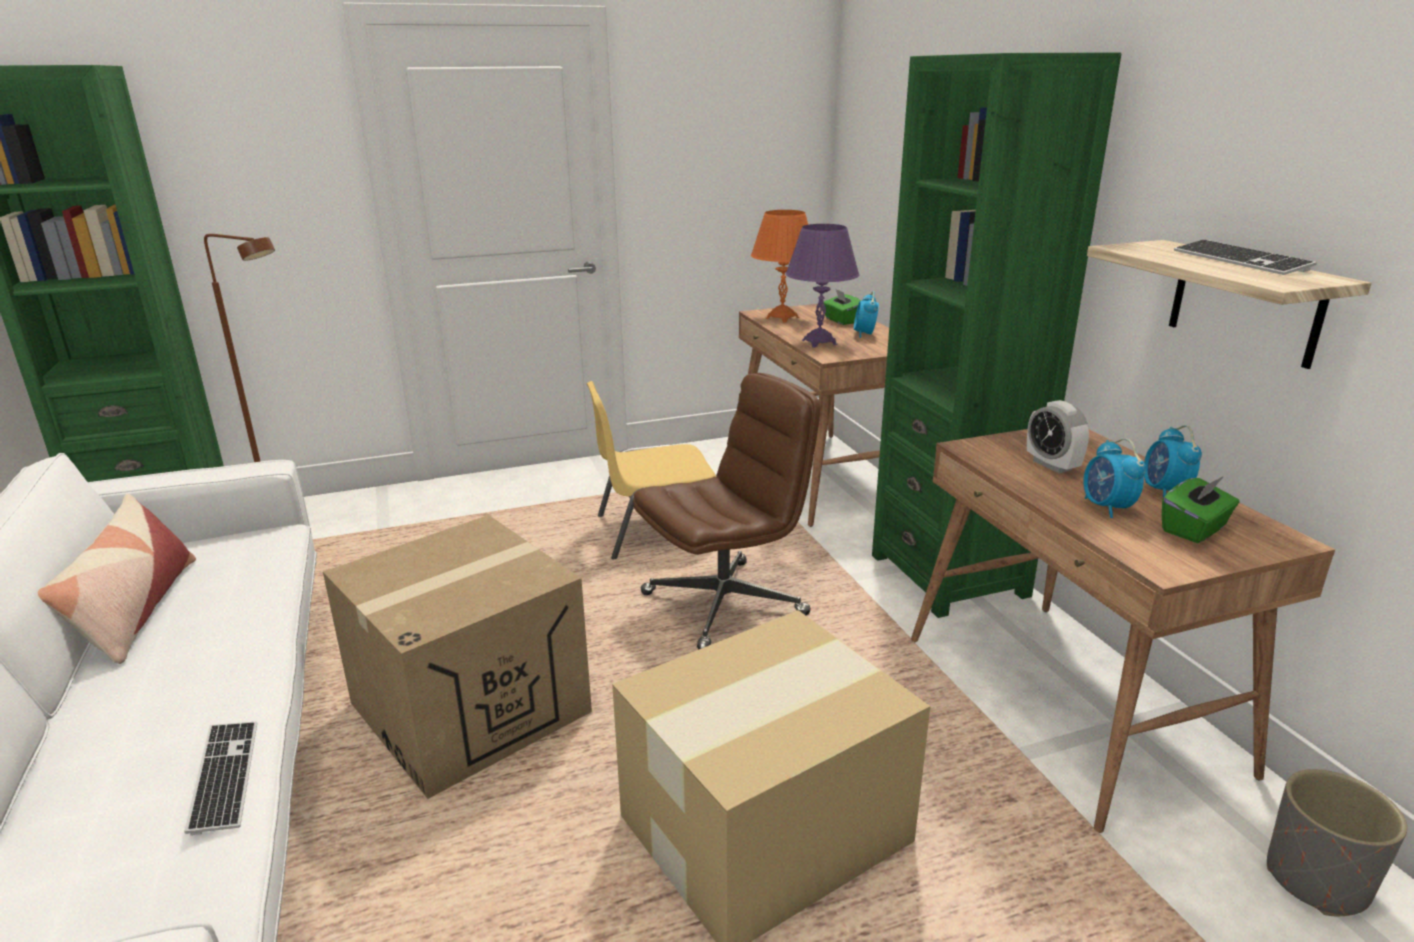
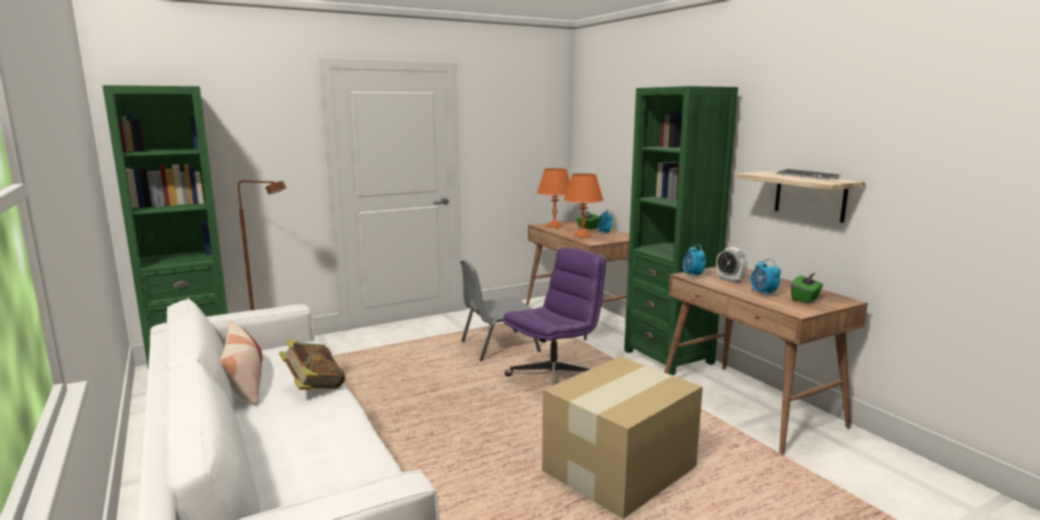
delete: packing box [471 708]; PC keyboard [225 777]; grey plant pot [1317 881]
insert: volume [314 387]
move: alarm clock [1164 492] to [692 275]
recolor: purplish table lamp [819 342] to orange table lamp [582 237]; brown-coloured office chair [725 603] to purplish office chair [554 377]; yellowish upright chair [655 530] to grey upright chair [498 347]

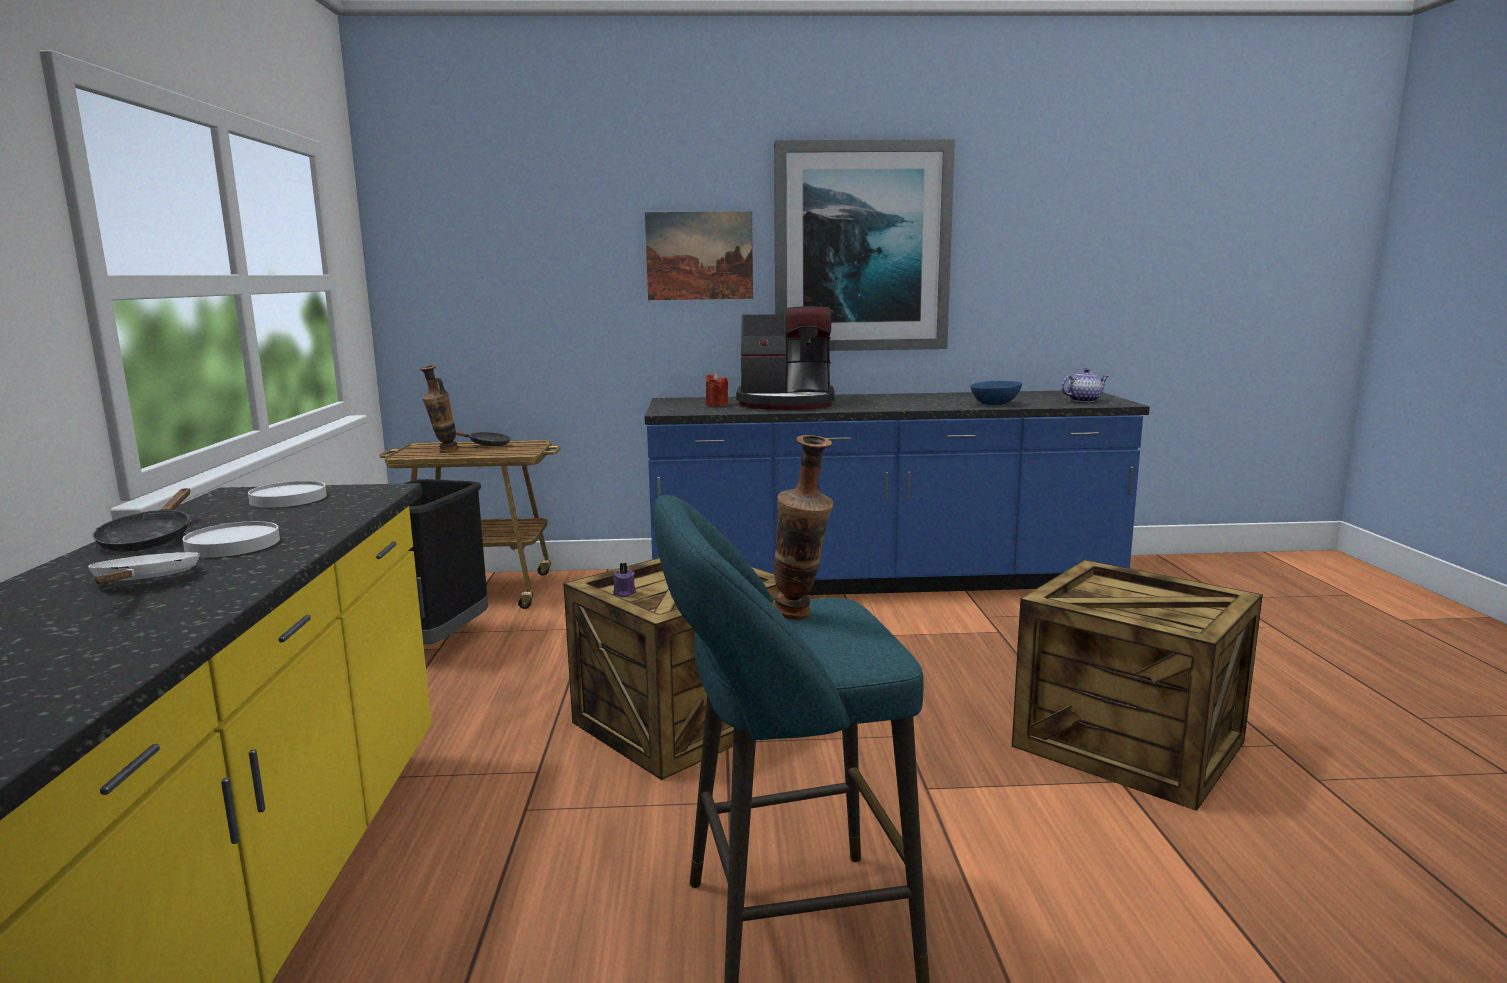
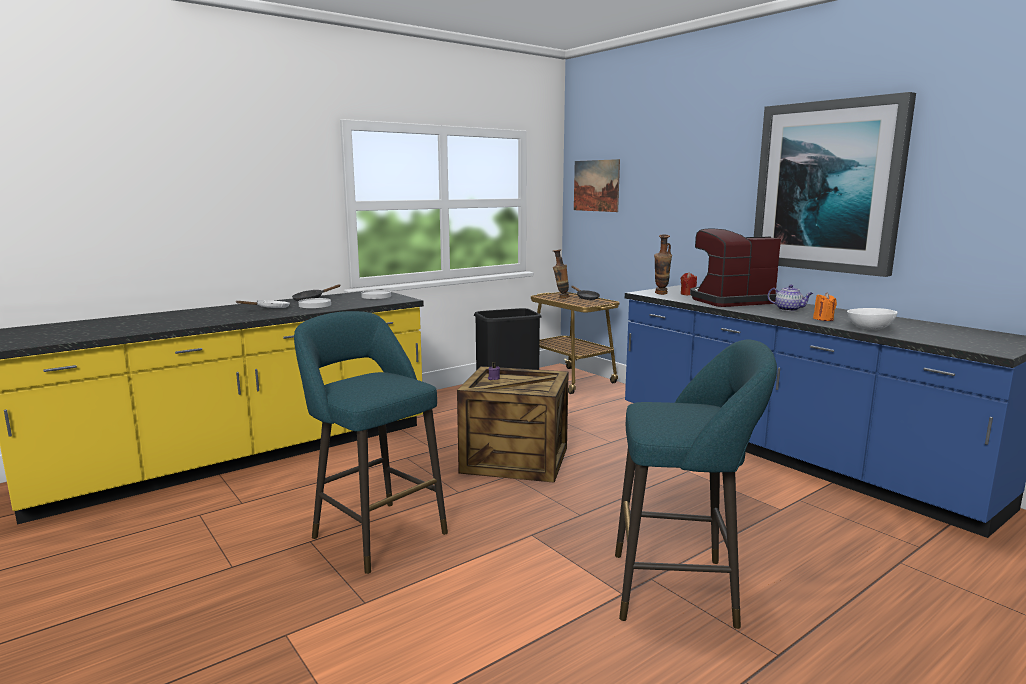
insert: orange wax candle [823 319]
move: picture [699 256] to [596 185]; teapot [1084 400] to [789 309]; vase [801 617] to [661 294]
replace: shipping crate [1130 743] to turquoise-coloured sitting stool [681 589]
recolor: blue-coloured serving bowl [995 404] to white serving bowl [870 328]
rotate: coffee machine [787 403] = [729 300] 105 degrees clockwise

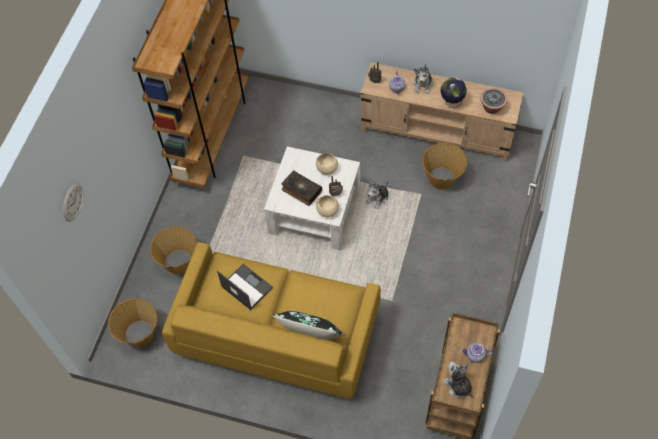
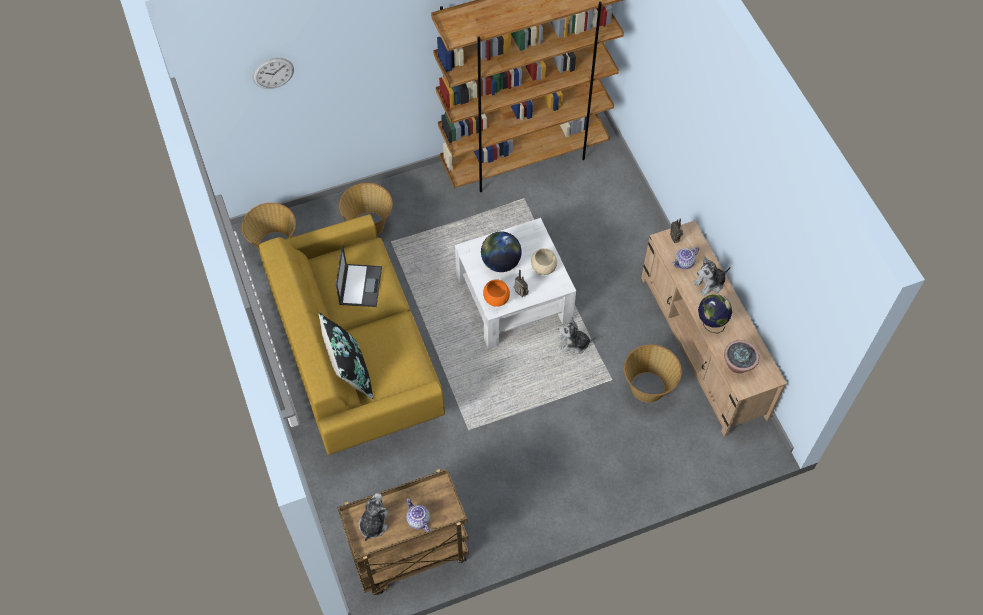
replace: volume [301 190] to desk globe [500 262]
recolor: beige-coloured serving bowl [327 211] to orange serving bowl [496 298]

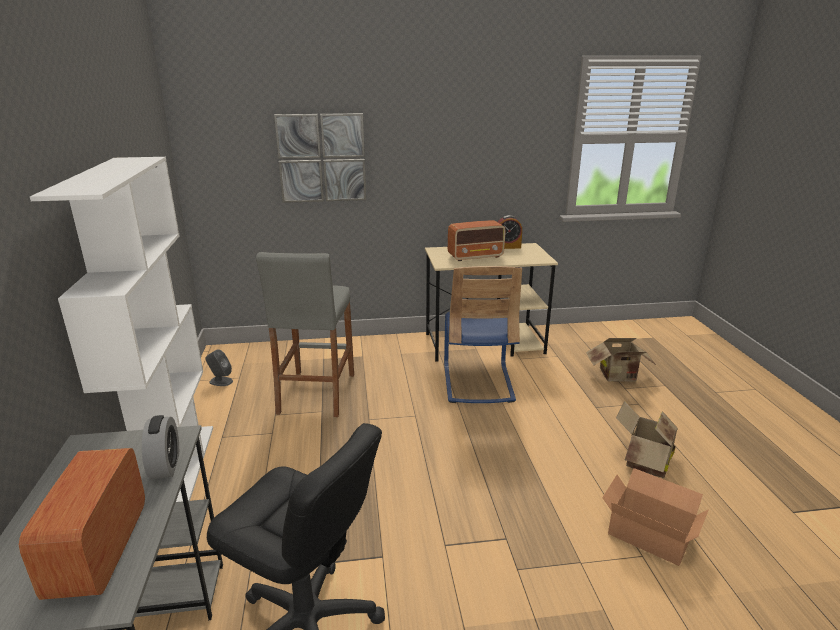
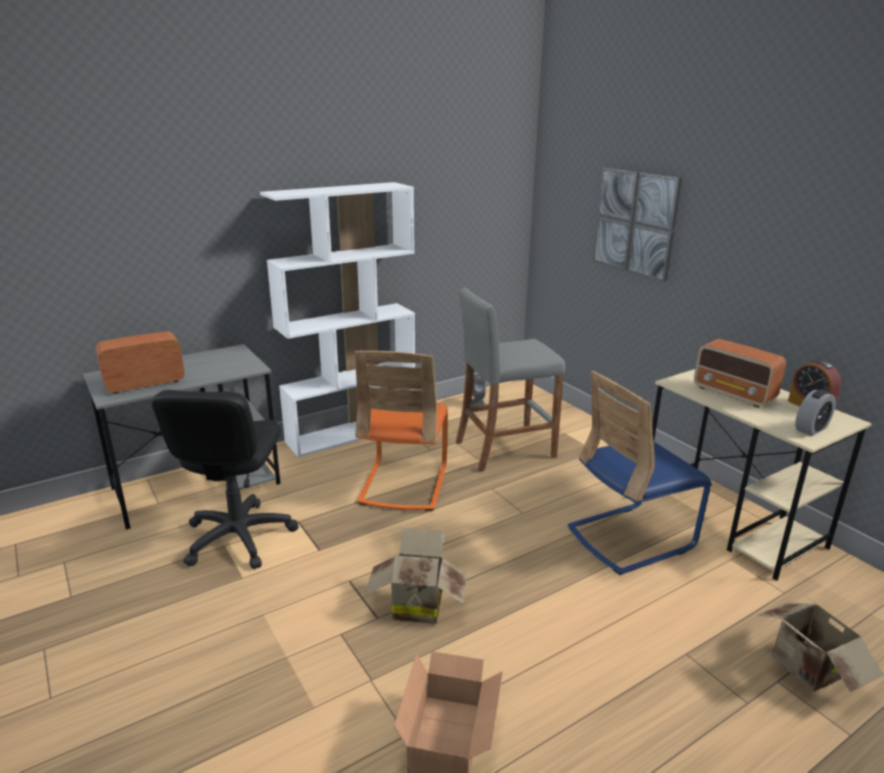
insert: orange upright chair [403 484]
move: packing box [643 463] to [416 604]; alarm clock [165 466] to [811 429]

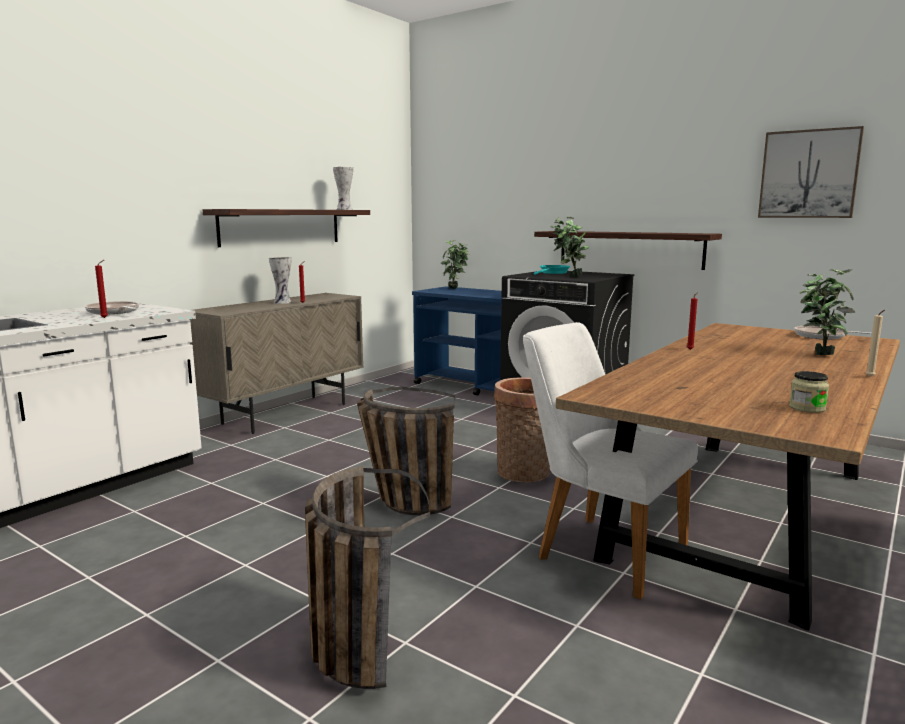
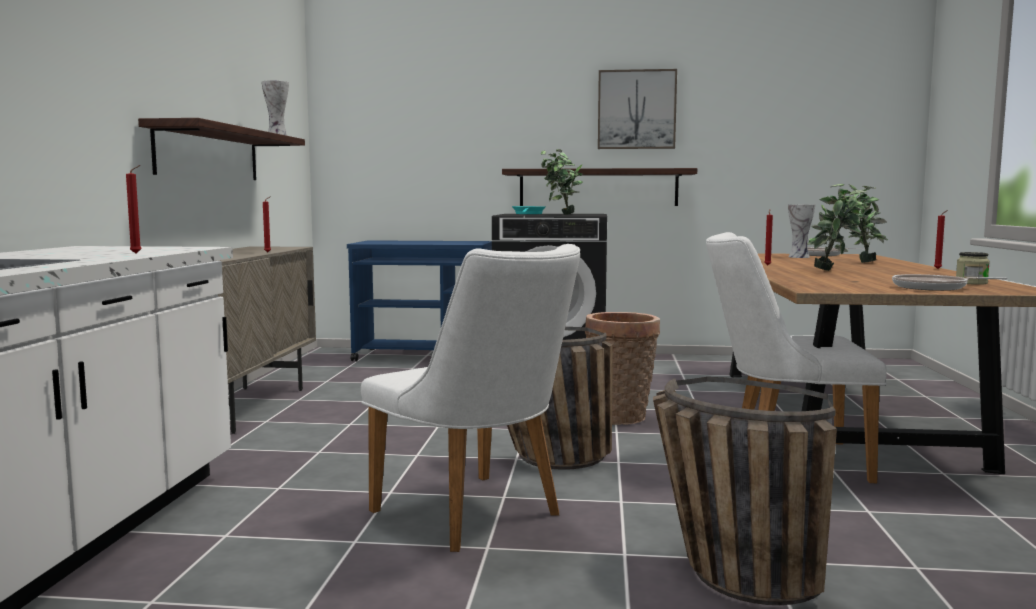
insert: white upright chair [478 517]
move: picture [809 174] to [636 109]; houseplant [455 289] to [834 270]; vase [283 302] to [799 257]; pan [114 312] to [934 288]
recolor: beige-coloured wax candle [870 377] to red wax candle [938 269]

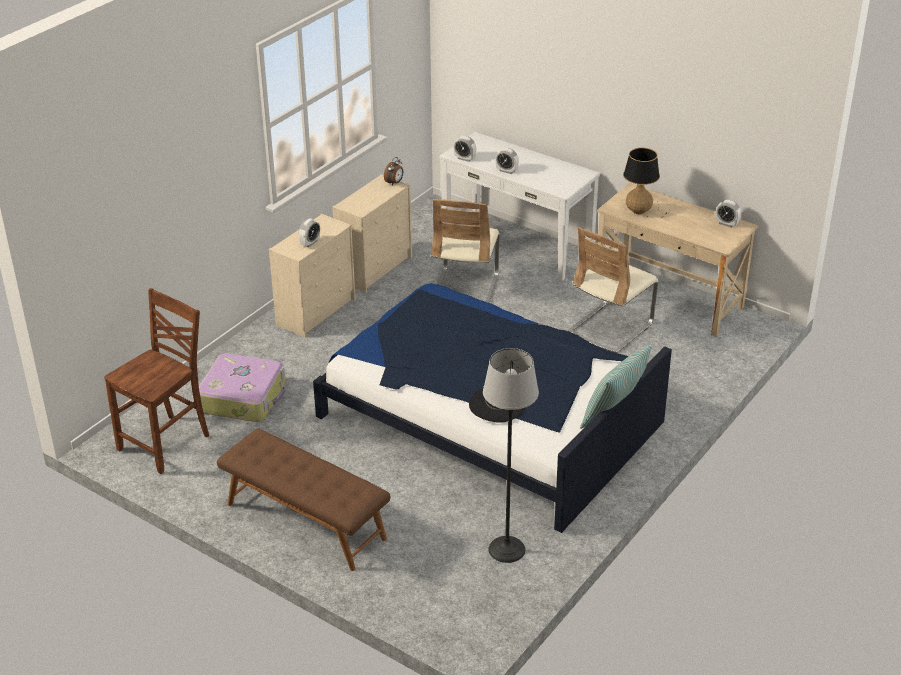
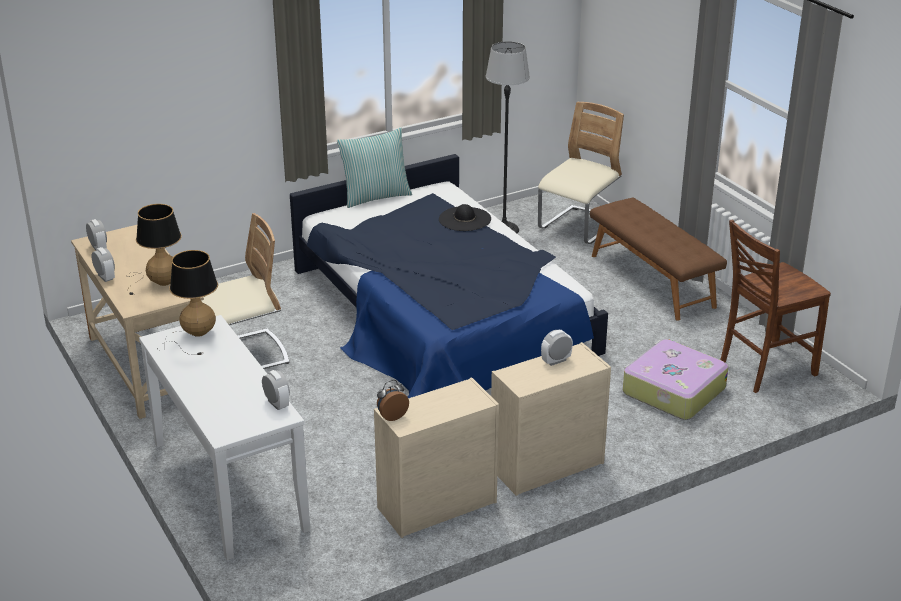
insert: table lamp [194 335]
move: alarm clock [506 171] to [105 277]; beige-coloured upright chair [465 289] to [579 227]

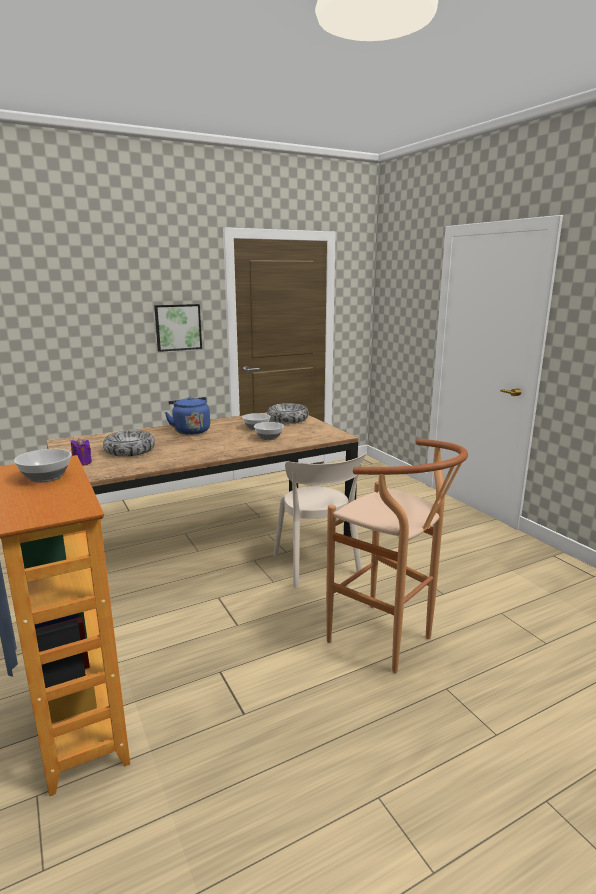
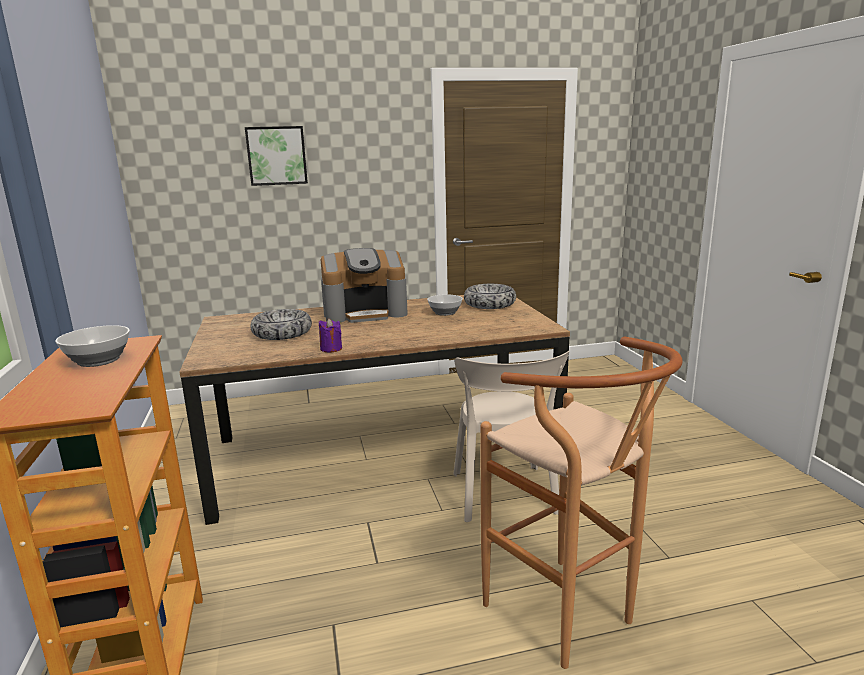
delete: serving bowl [269 437]
move: picture [178 327] to [276 155]; purplish wax candle [82 463] to [331 349]
replace: blue-coloured tea kettle [190 430] to coffee machine [365 313]

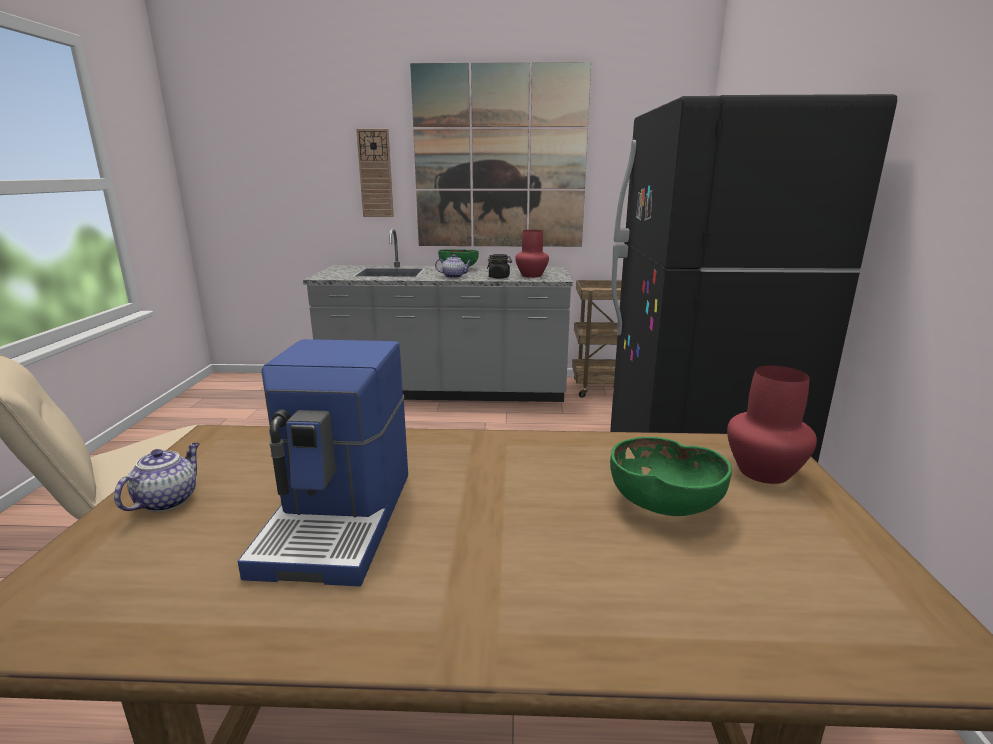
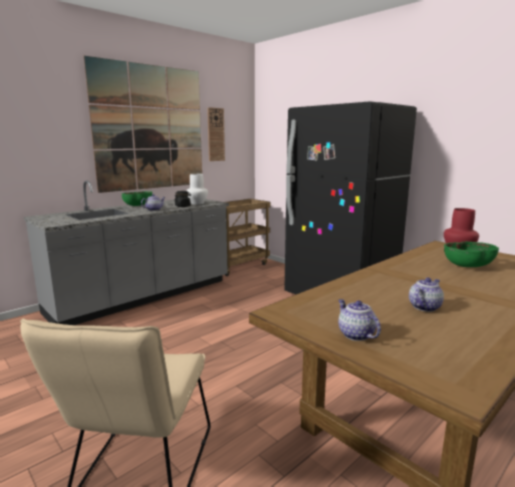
move: wall clock [375 173] to [215 134]
replace: coffee machine [340 519] to teapot [424 307]
recolor: red vase [531 275] to white vase [197 203]

